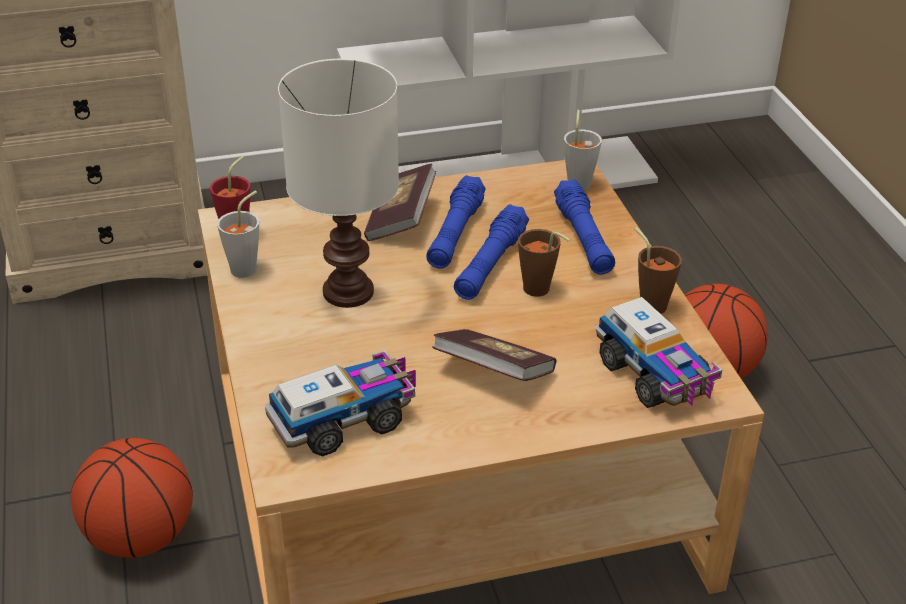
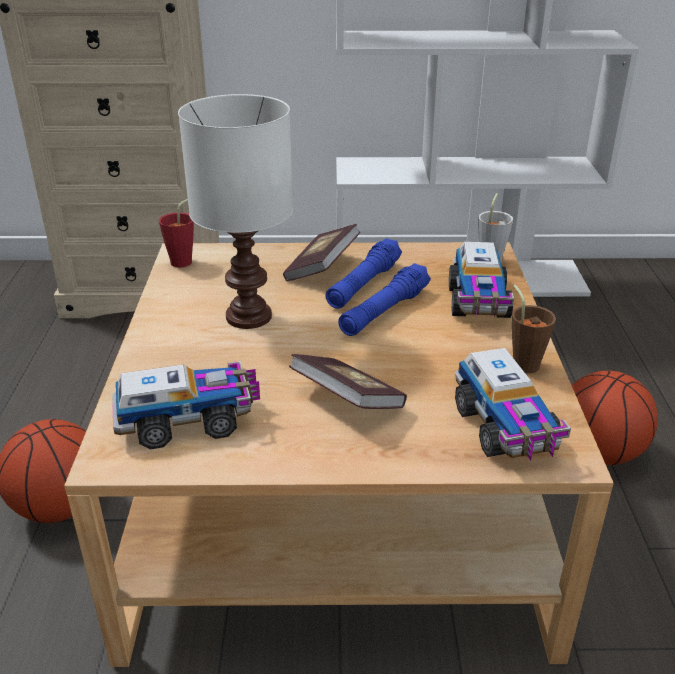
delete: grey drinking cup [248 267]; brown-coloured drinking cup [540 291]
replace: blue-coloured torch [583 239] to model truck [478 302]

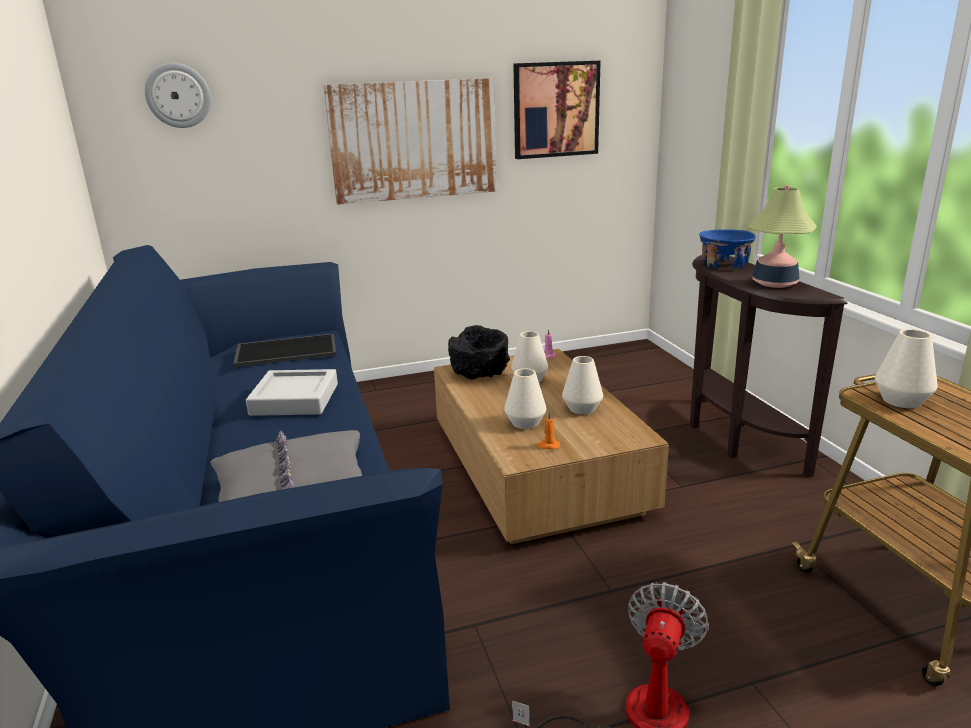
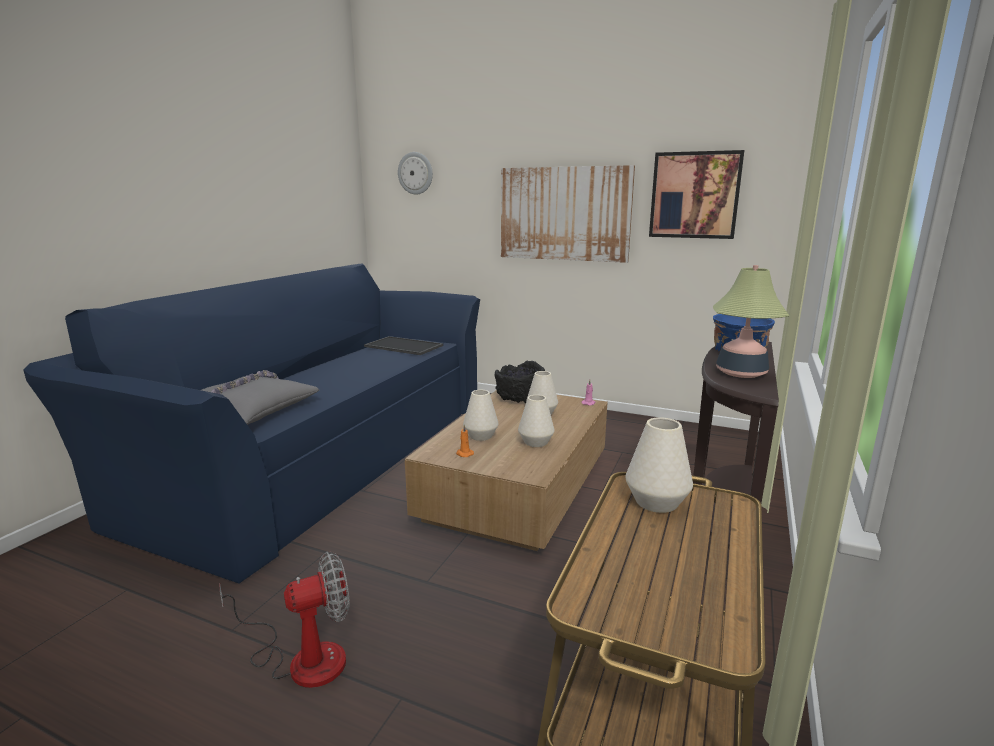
delete: grey serving tray [295 399]

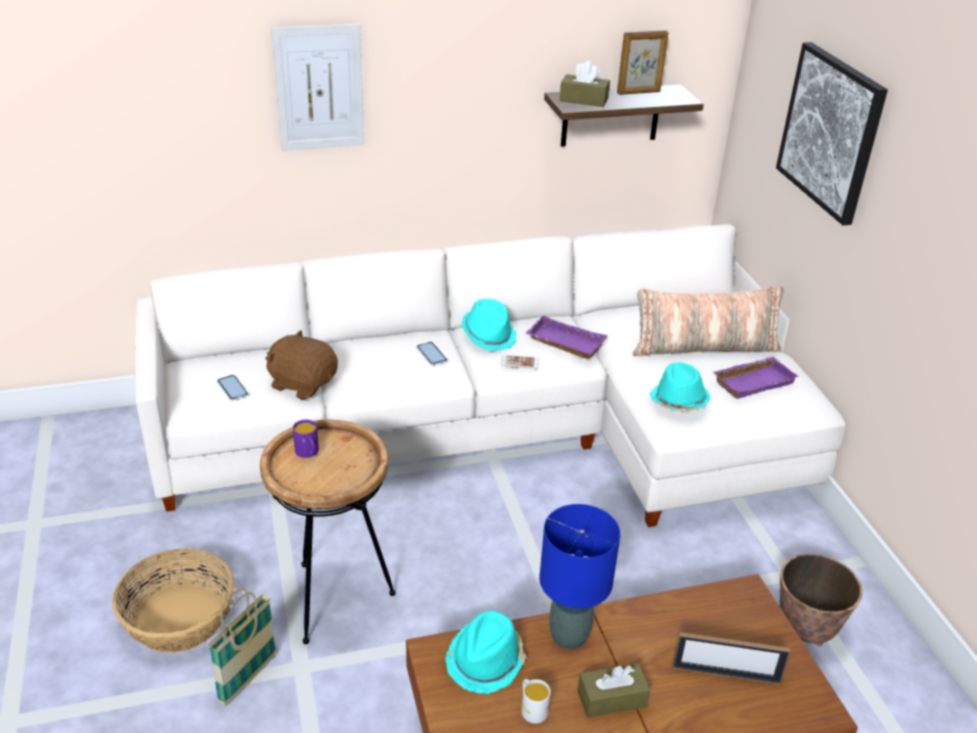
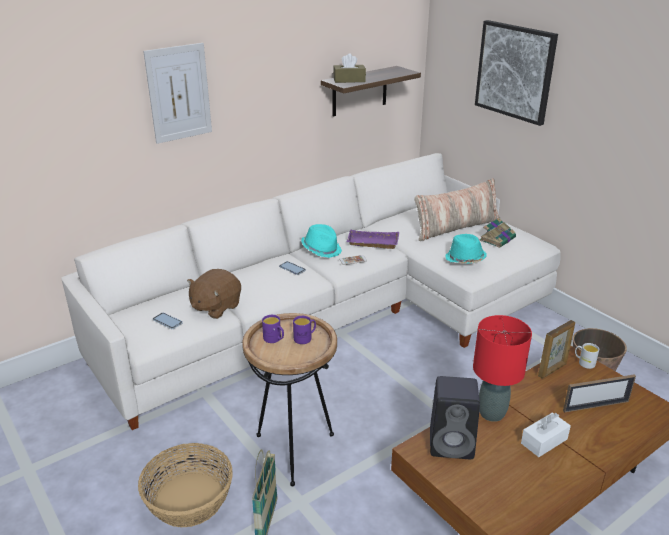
insert: purplish tea mug [305 338]
move: picture frame [639 92] to [552 370]; white tea mug [532 708] to [584 362]
replace: purplish serving tray [753 381] to volume [498 239]; turquoise-coloured hat [486 660] to blackish speaker [453 444]
recolor: blue-coloured table lamp [568 636] to red table lamp [491 413]; brown-coloured tissue holder [611 699] to white tissue holder [544 441]
rotate: brown-coloured plush toy [303 384] = [215 307] 60 degrees counterclockwise

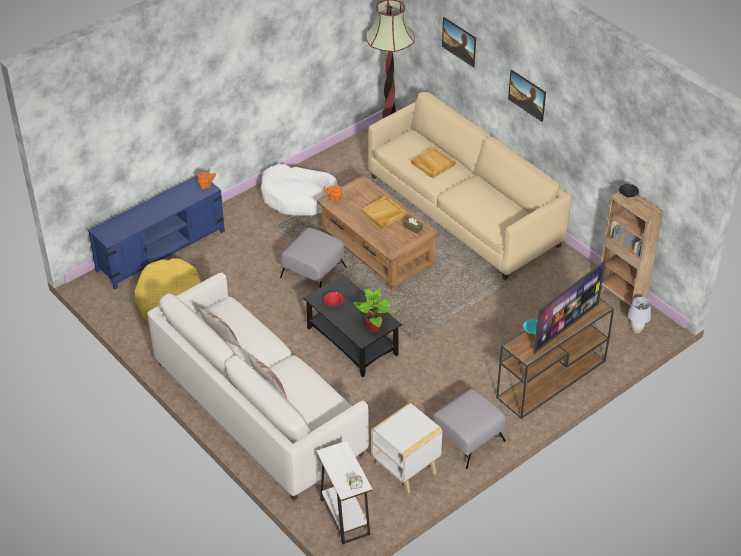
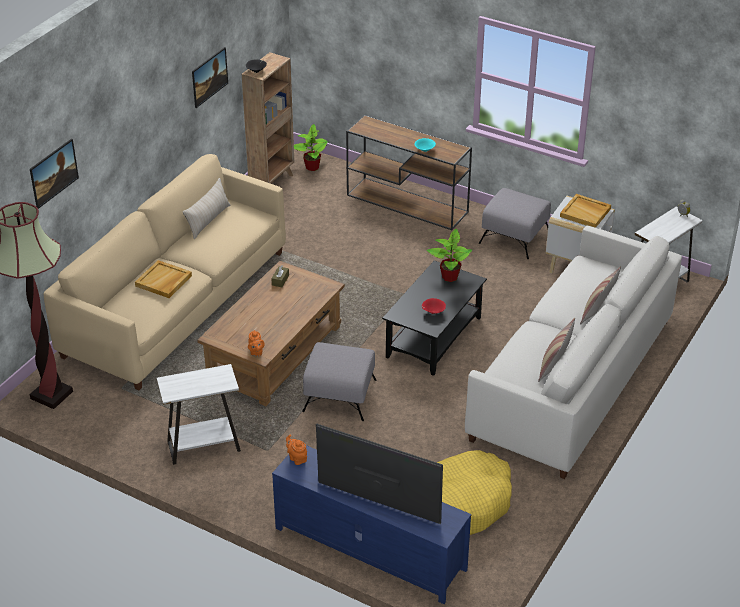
insert: beige-coloured cushion [208 220]
move: picture [526 102] to [210 86]; beige-coloured serving tray [383 214] to [585 213]; TV set [565 327] to [377 504]
replace: white dog cushion [299 197] to white accent table [204 446]; white table lamp [637 330] to houseplant [312 167]

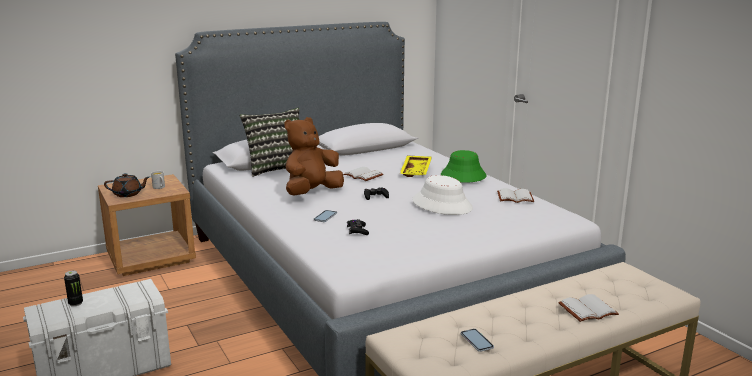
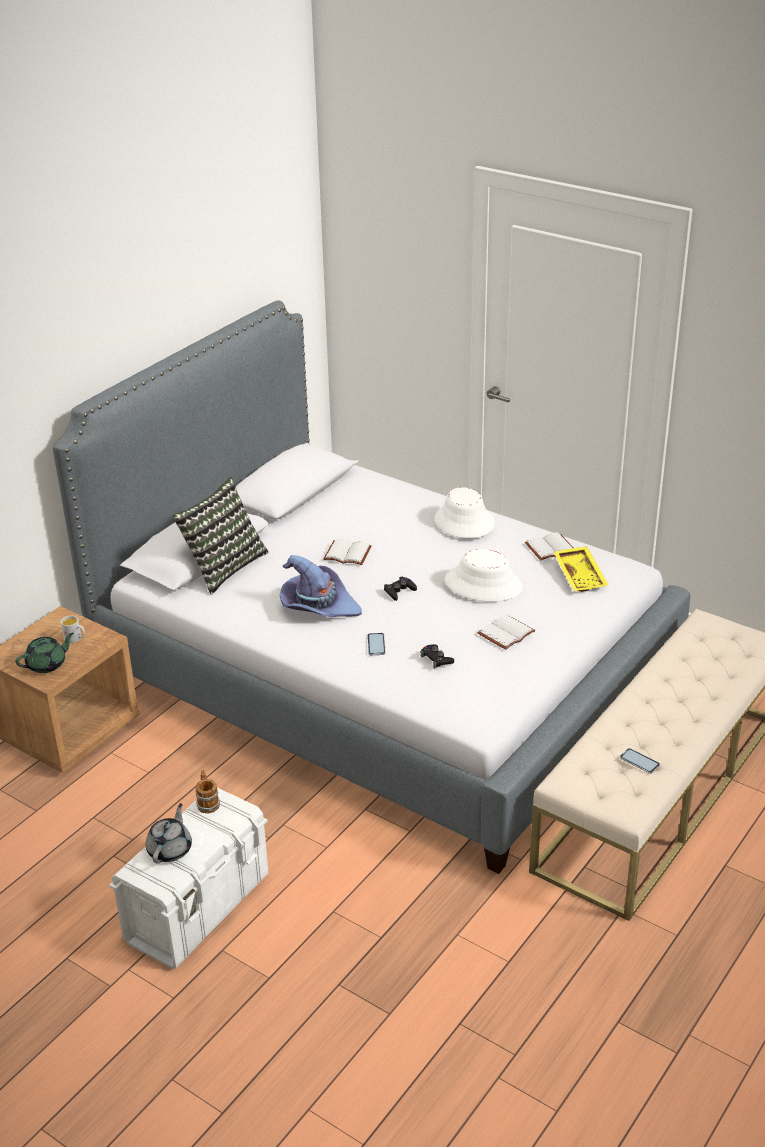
insert: tea mug [207 802]
move: yellowish serving tray [416 171] to [581 576]; white volume [587 309] to [505 632]
replace: brown-coloured plush toy [312 193] to purplish hat [318 605]; metal can [76 303] to grey teapot [170 849]
recolor: green-coloured hat [463 176] to white hat [464 522]; brown-coloured teapot [128 194] to green-coloured teapot [47 664]

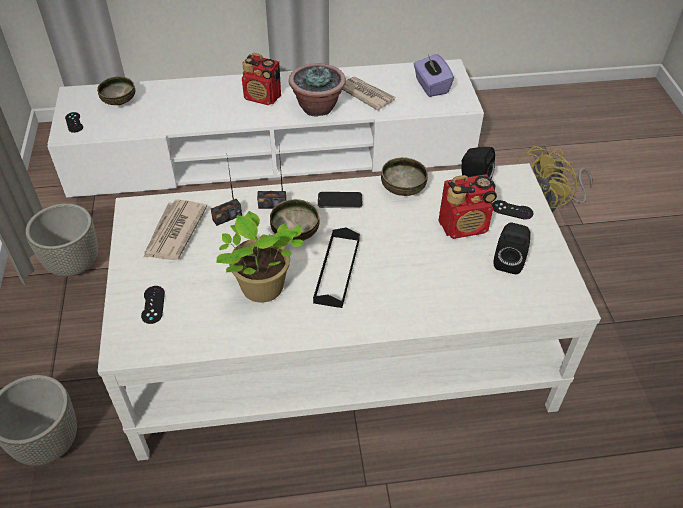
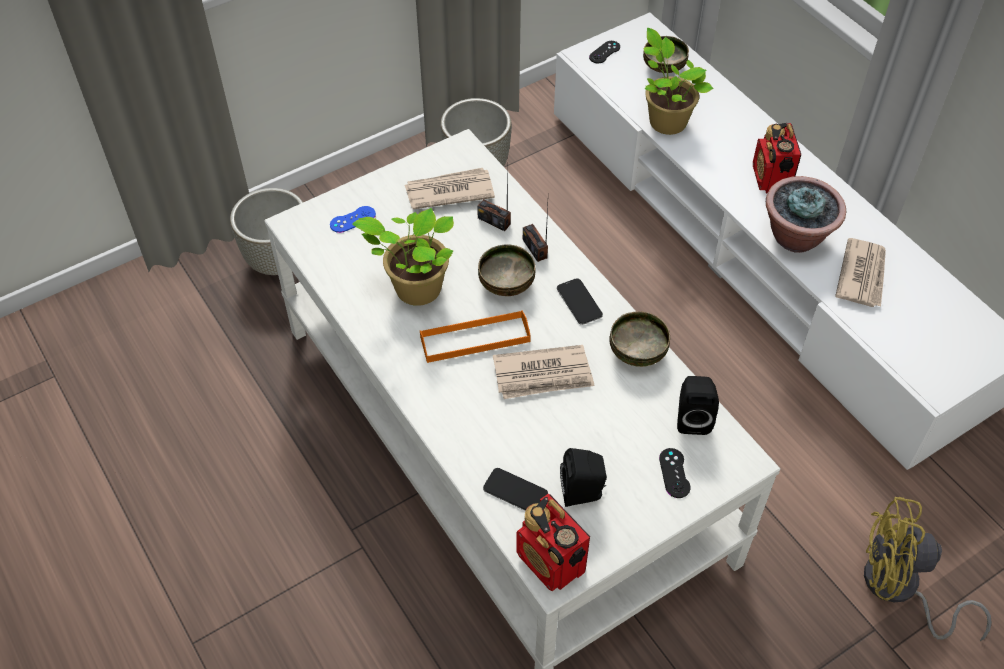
delete: purplish tissue holder [431 86]
insert: houseplant [665 120]; newspaper [543 375]; phone [515 491]
move: radio set [464 226] to [551 563]
recolor: blackish serving tray [337 270] to orange serving tray [475 339]; blackish game controller [153 304] to blue-coloured game controller [352 219]

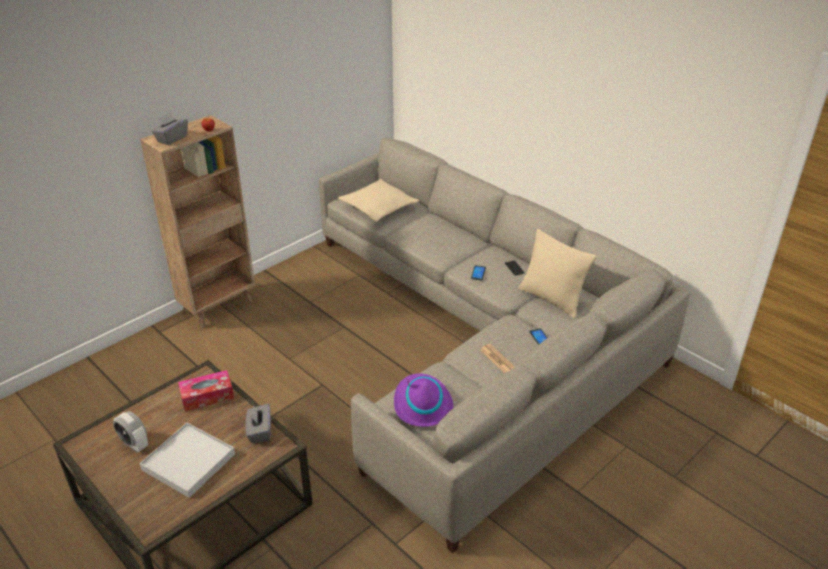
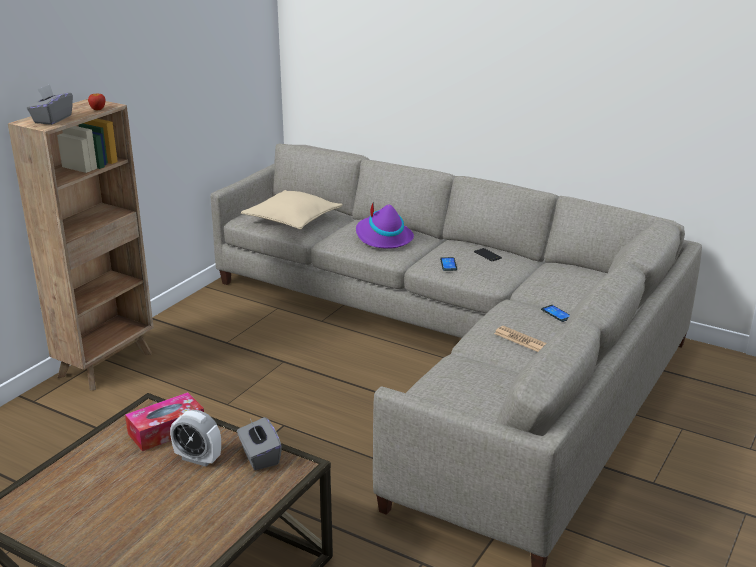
delete: beige-coloured cushion [551 299]; white serving tray [188 461]
move: purplish hat [422 404] to [383 237]; alarm clock [134 444] to [198 459]

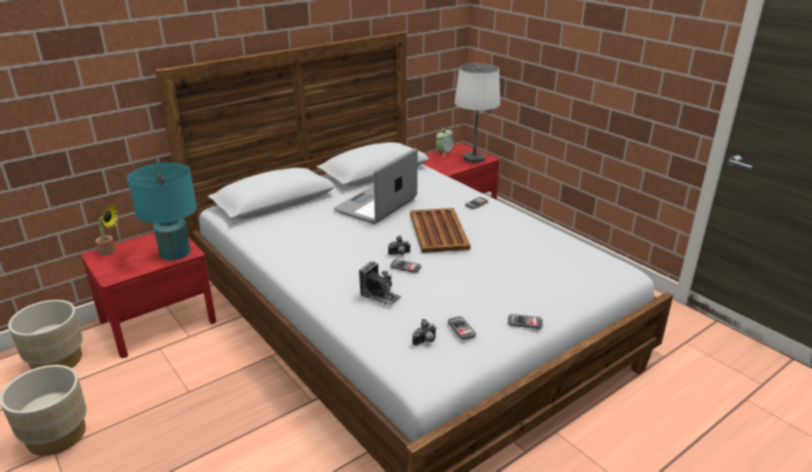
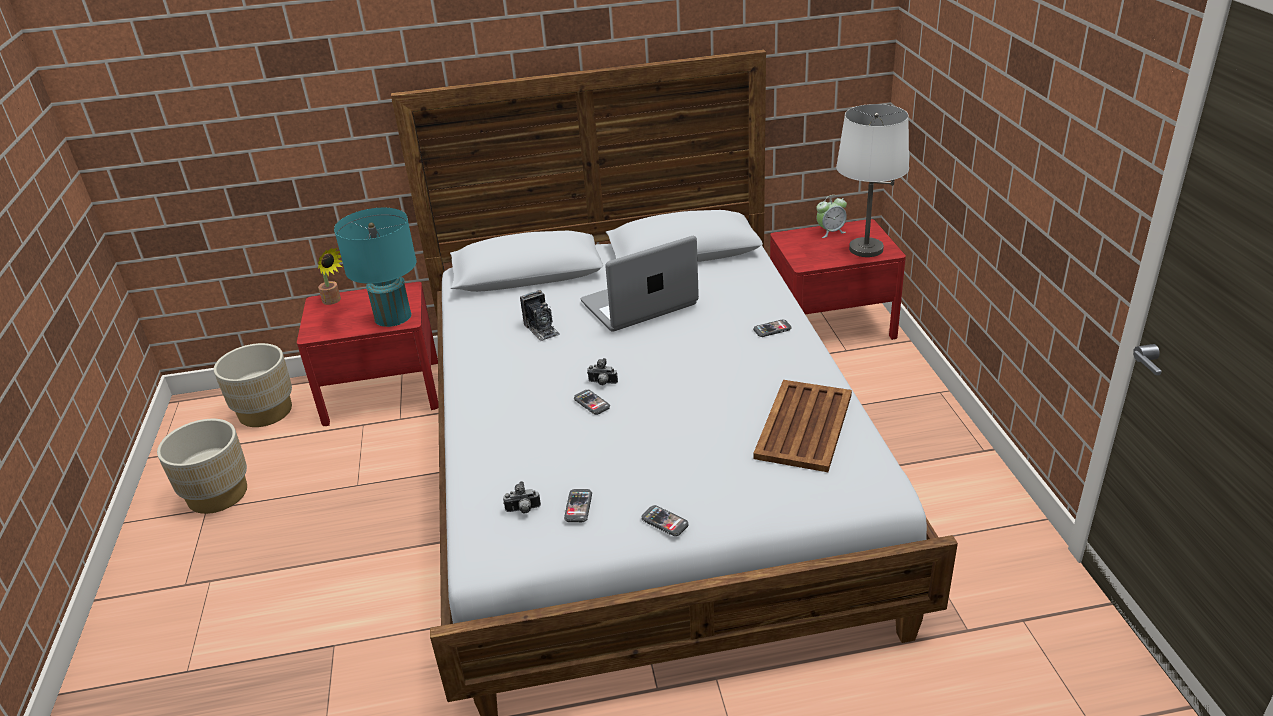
move: brown-coloured serving tray [438 231] to [803 426]; photo camera [380 296] to [541 329]

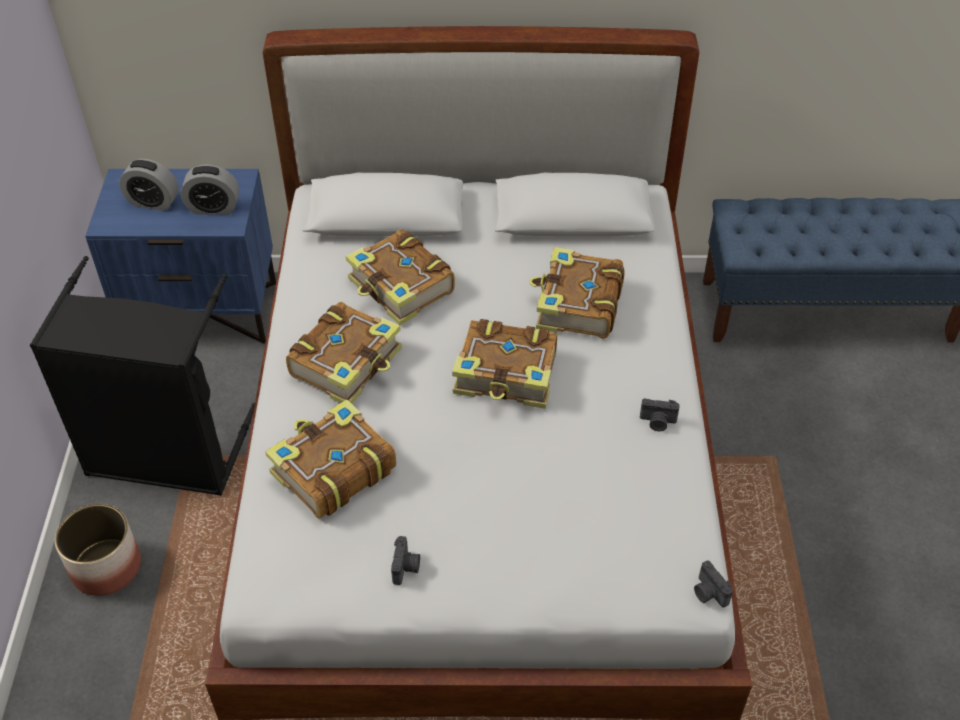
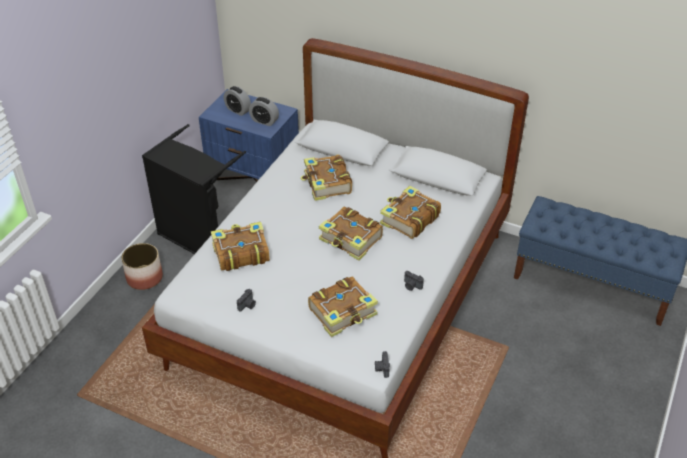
move: volume [348 363] to [343 312]

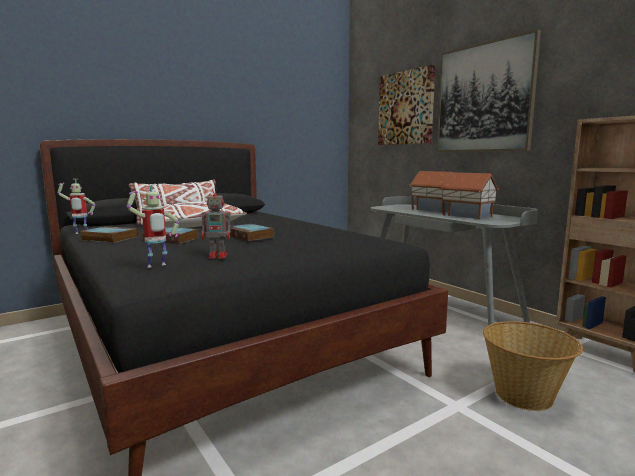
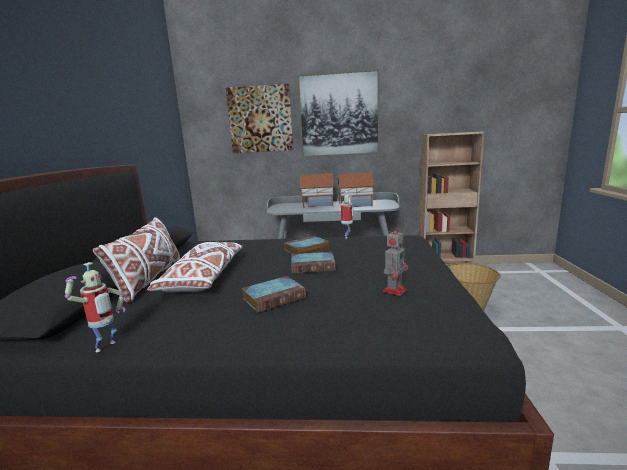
move: model robot [157 266] to [347 237]; volume [108 238] to [306 249]

